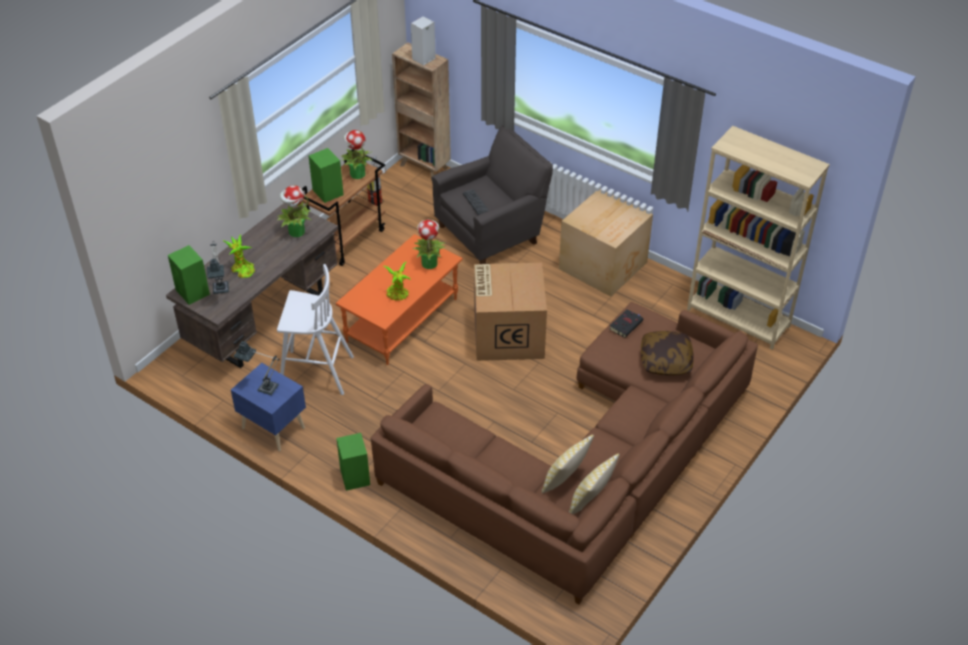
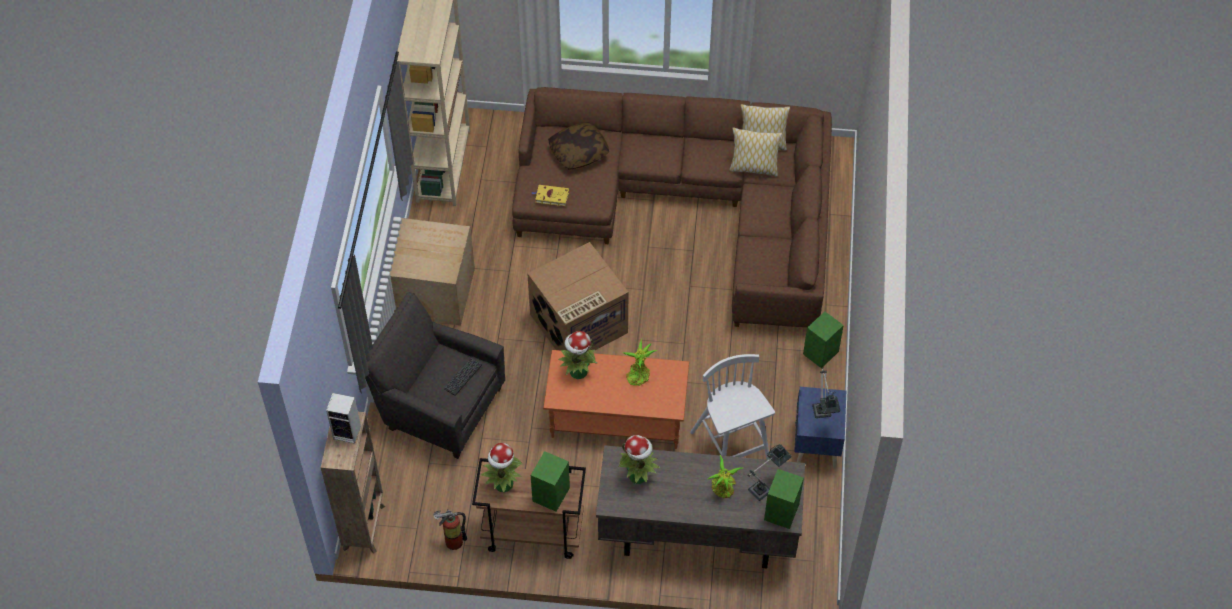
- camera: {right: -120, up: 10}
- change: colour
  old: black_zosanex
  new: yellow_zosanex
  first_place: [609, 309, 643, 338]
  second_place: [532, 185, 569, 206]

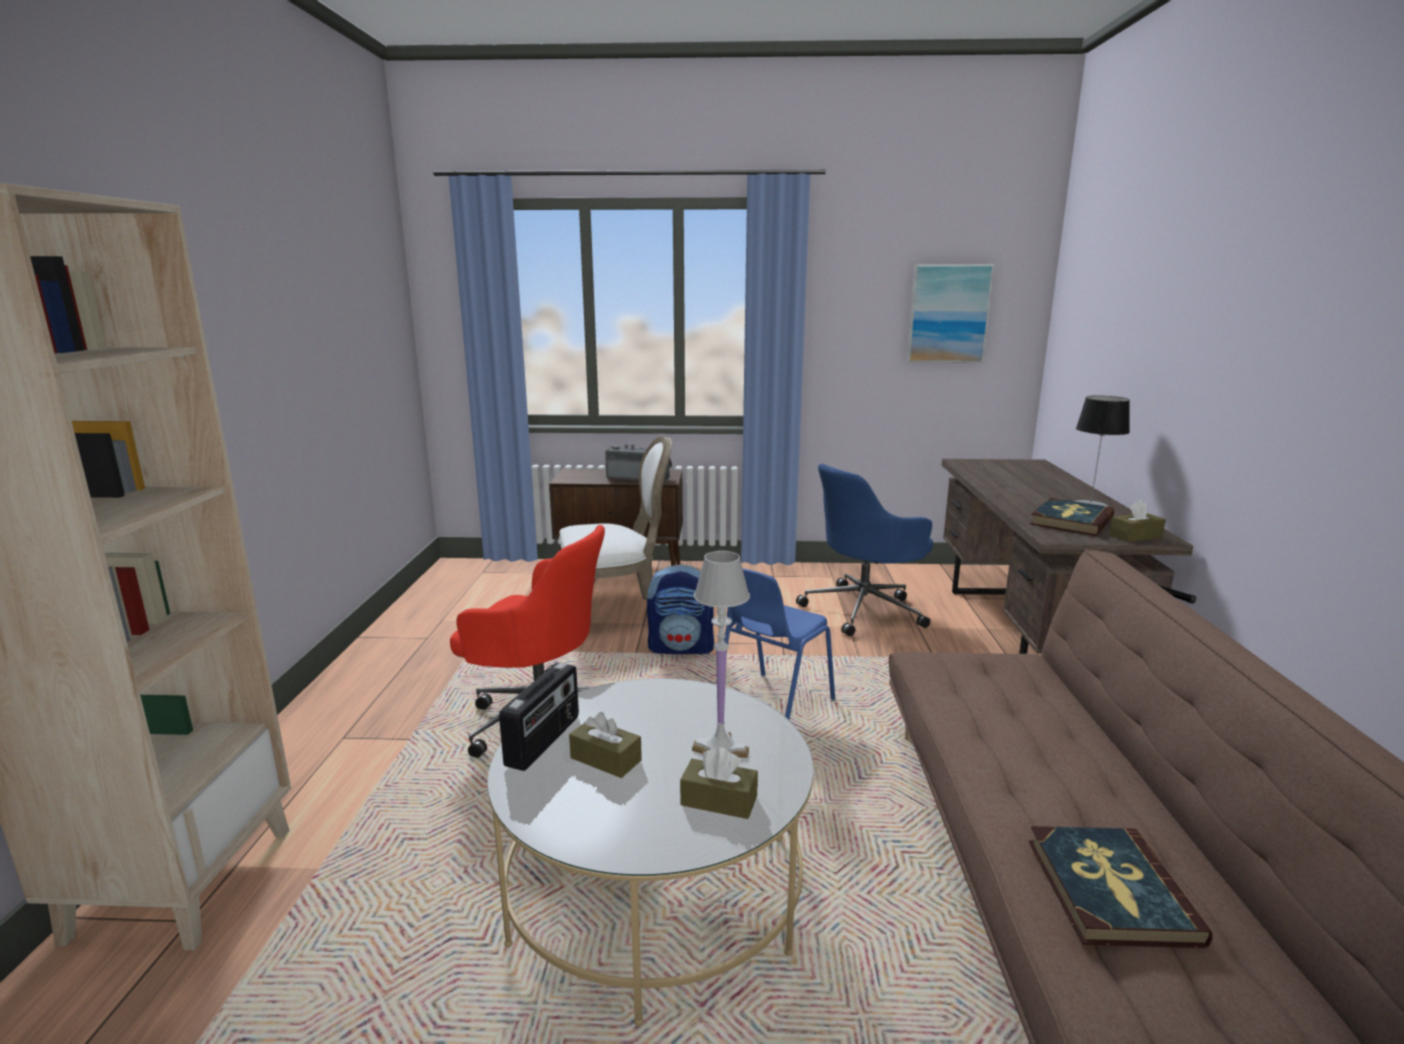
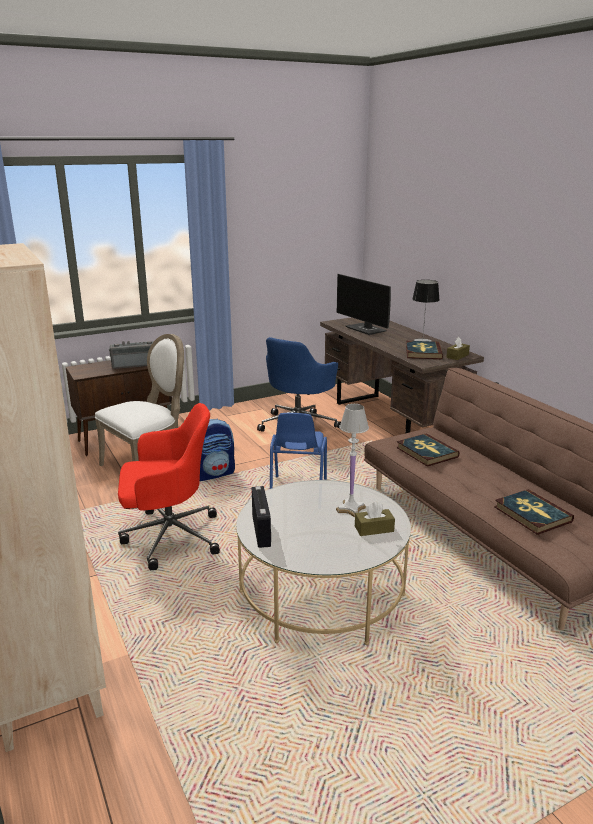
- camera: {right: -30, up: 5}
- change: missing
  old: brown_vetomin
  first_place: [569, 712, 642, 778]
- change: missing
  old: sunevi
  first_place: [907, 264, 994, 362]
- change: appeared
  new: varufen
  second_place: [337, 274, 391, 335]
- change: appeared
  new: zosanex
  second_place: [396, 433, 460, 467]

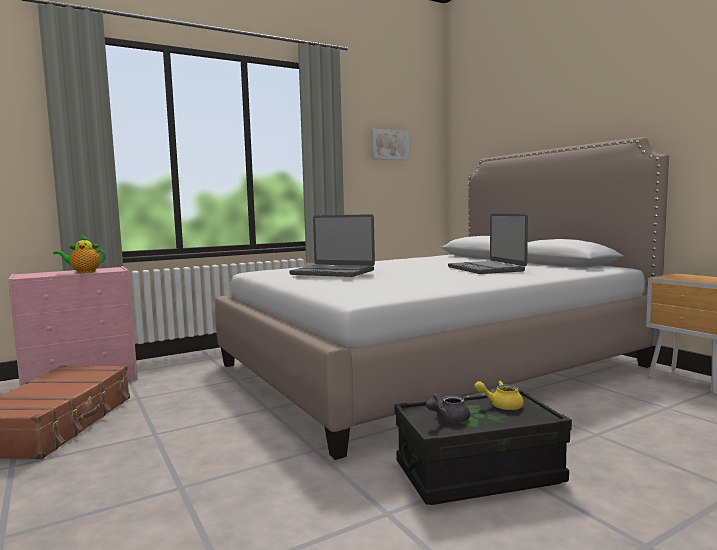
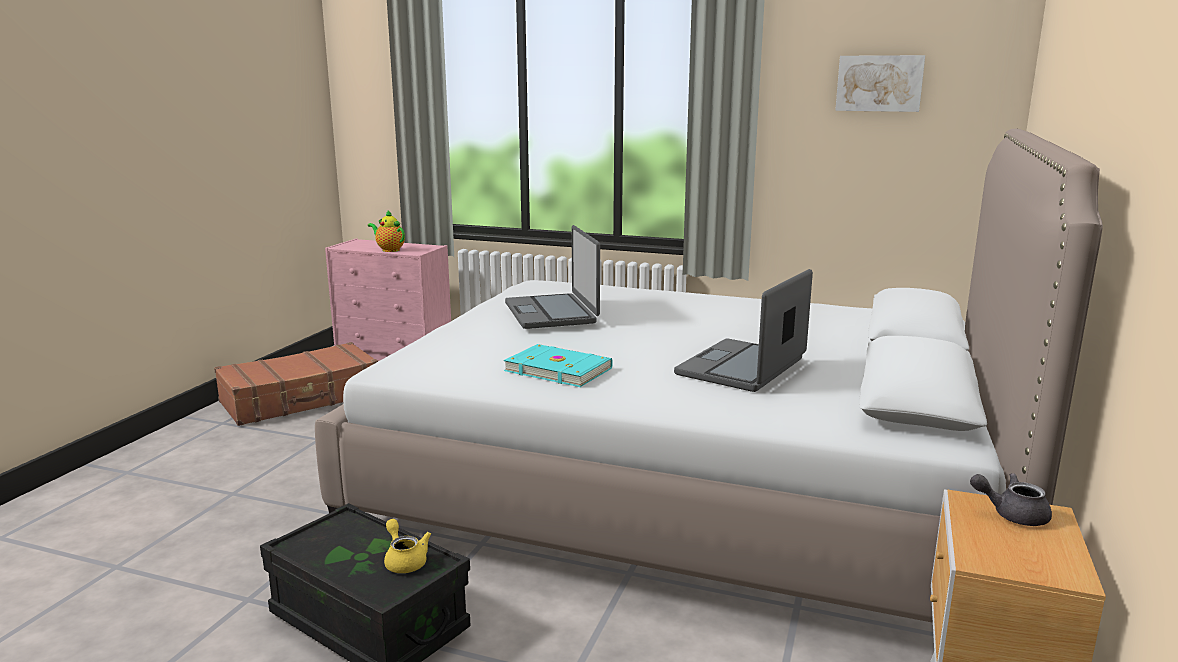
- camera: {right: 50, up: 10}
- change: appeared
  new: turquoise_zosanex
  second_place: [504, 344, 613, 387]
- change: relocated
  old: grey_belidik
  first_place: [426, 394, 470, 423]
  second_place: [970, 473, 1052, 526]

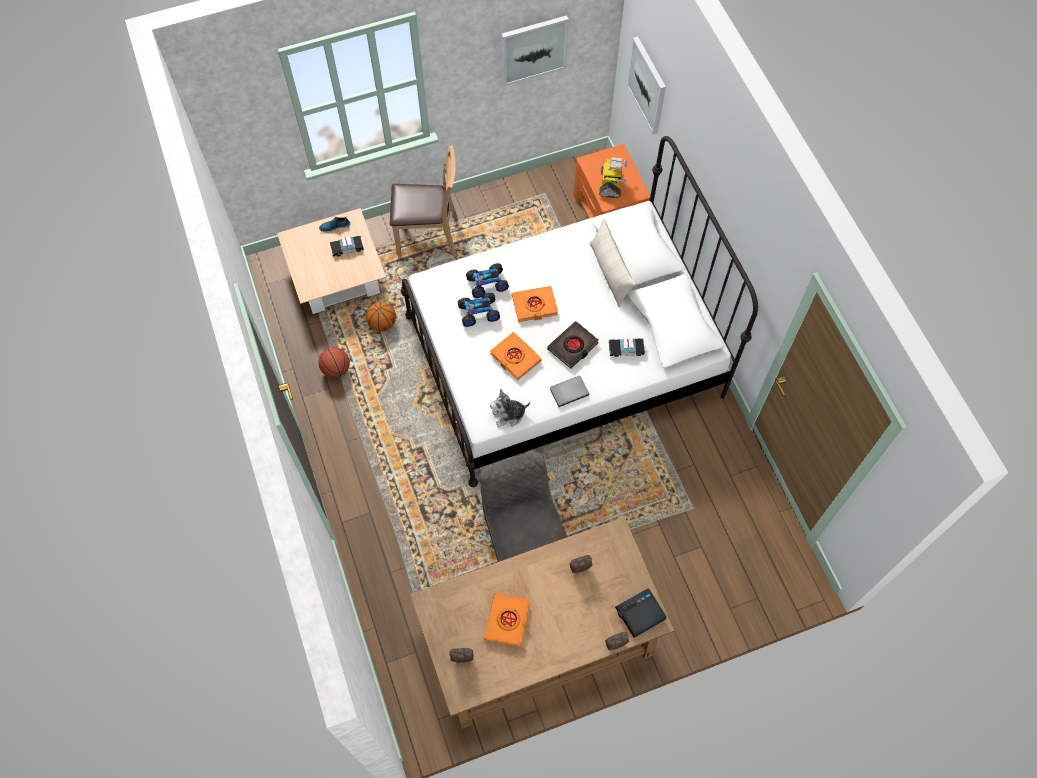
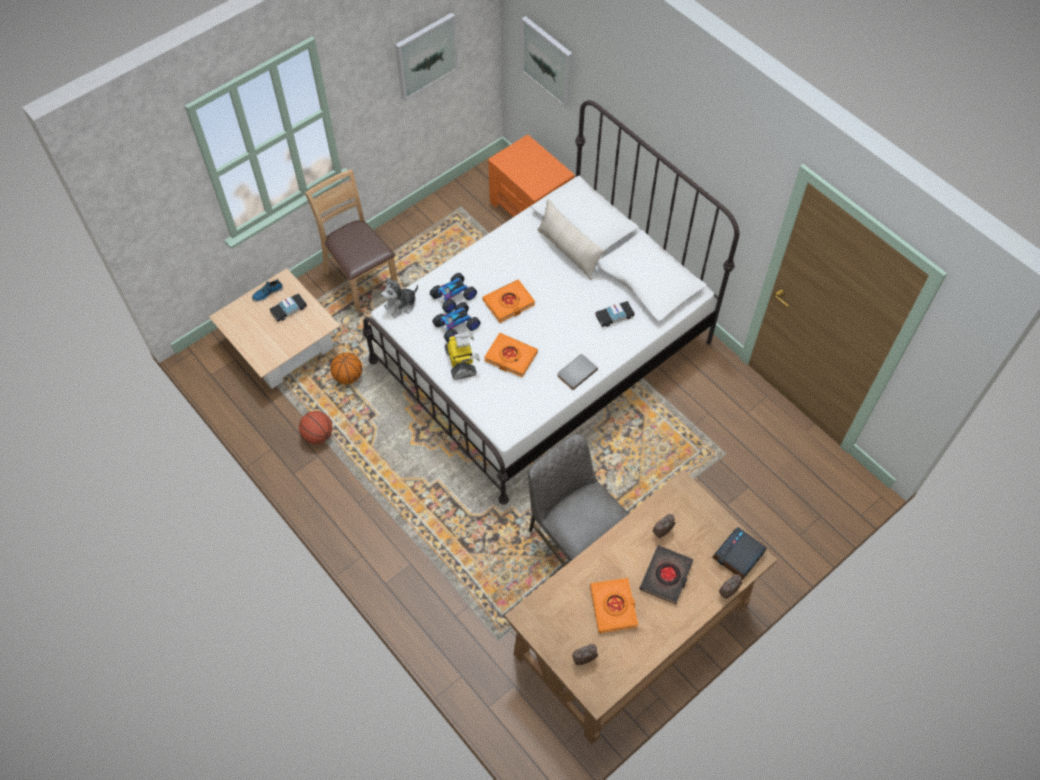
- camera: {right: -20, up: -5}
- change: relocated
  old: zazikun
  first_place: [490, 389, 530, 427]
  second_place: [381, 277, 418, 318]
- change: relocated
  old: black_zosanex
  first_place: [547, 321, 599, 369]
  second_place: [639, 545, 693, 604]
- change: relocated
  old: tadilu
  first_place: [599, 157, 627, 198]
  second_place: [445, 332, 480, 380]
- change: spun
  old: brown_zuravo
  first_place: [390, 146, 458, 257]
  second_place: [305, 169, 398, 312]
  degrees: -105

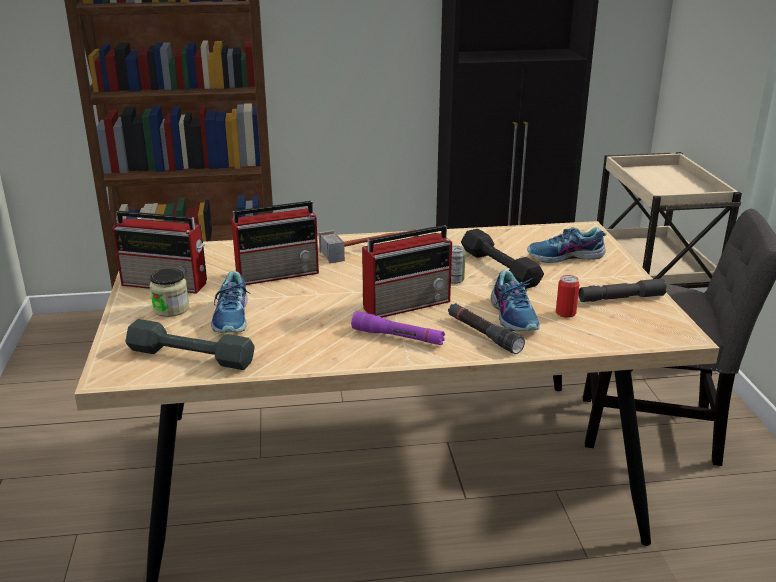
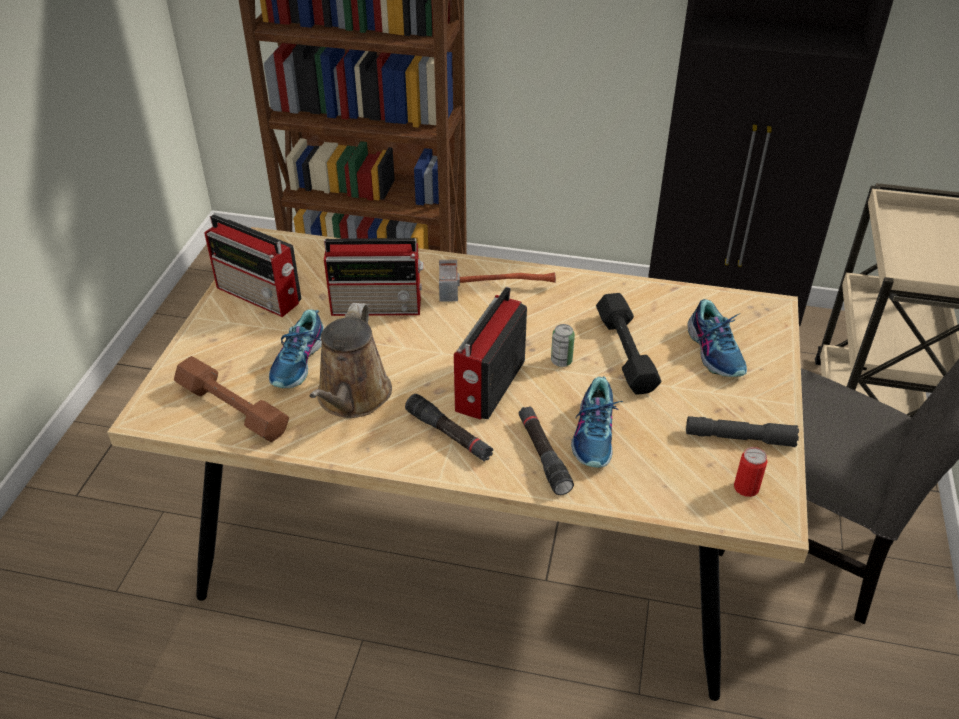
- camera: {right: 20, up: 15}
- change: missing
  old: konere
  first_place: [150, 268, 189, 317]
- change: appeared
  new: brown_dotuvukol
  second_place: [309, 303, 392, 418]
- change: relocated
  old: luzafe
  first_place: [556, 275, 579, 318]
  second_place: [734, 447, 768, 497]
- change: colour
  old: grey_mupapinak
  new: brown_mupapinak
  first_place: [125, 319, 255, 370]
  second_place: [174, 356, 289, 442]
- change: colour
  old: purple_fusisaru
  new: black_fusisaru
  first_place: [351, 312, 445, 345]
  second_place: [405, 394, 493, 461]
- change: spun
  old: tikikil
  first_place: [362, 225, 452, 318]
  second_place: [454, 287, 527, 420]
  degrees: 120
- change: spun
  old: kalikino
  first_place: [527, 227, 607, 263]
  second_place: [687, 299, 747, 377]
  degrees: -120

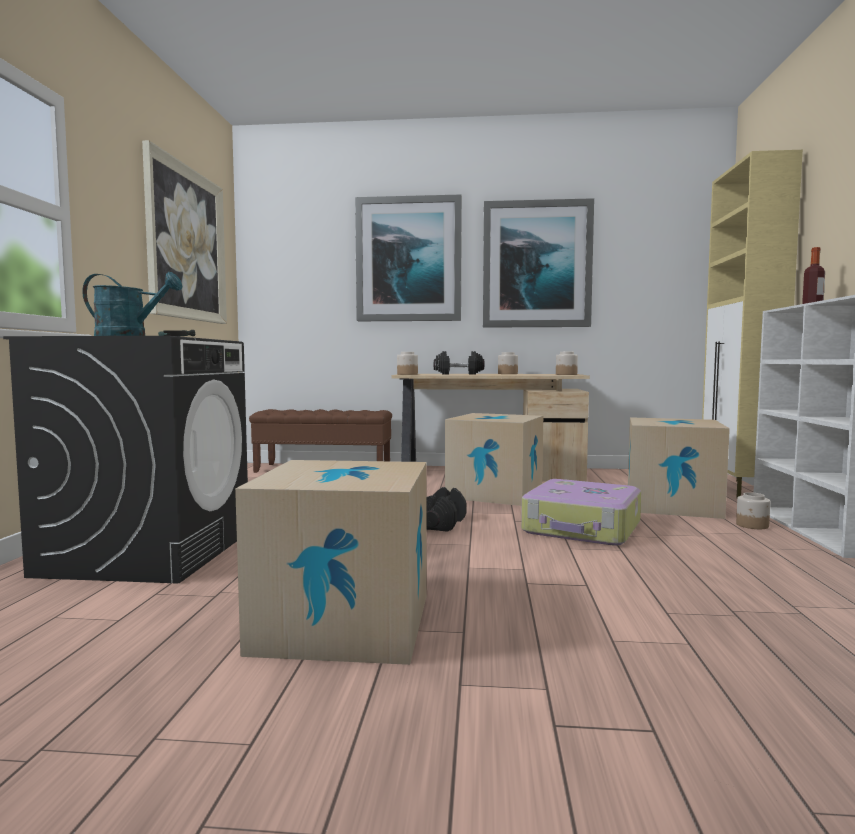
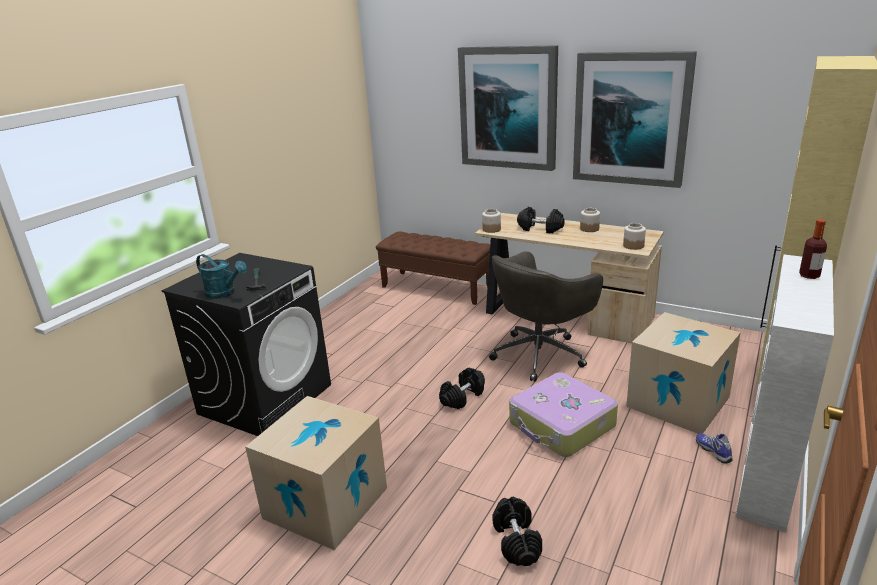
- camera: {right: 25, up: 20}
- change: missing
  old: sunevi
  first_place: [142, 140, 227, 324]
- change: appeared
  new: black_mupapinak
  second_place: [492, 497, 542, 566]
- change: exchanged
  old: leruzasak
  new: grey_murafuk
  first_place: [445, 413, 543, 506]
  second_place: [489, 252, 603, 382]
- change: exchanged
  old: konere
  new: kalikino
  first_place: [736, 492, 770, 529]
  second_place: [696, 433, 732, 464]

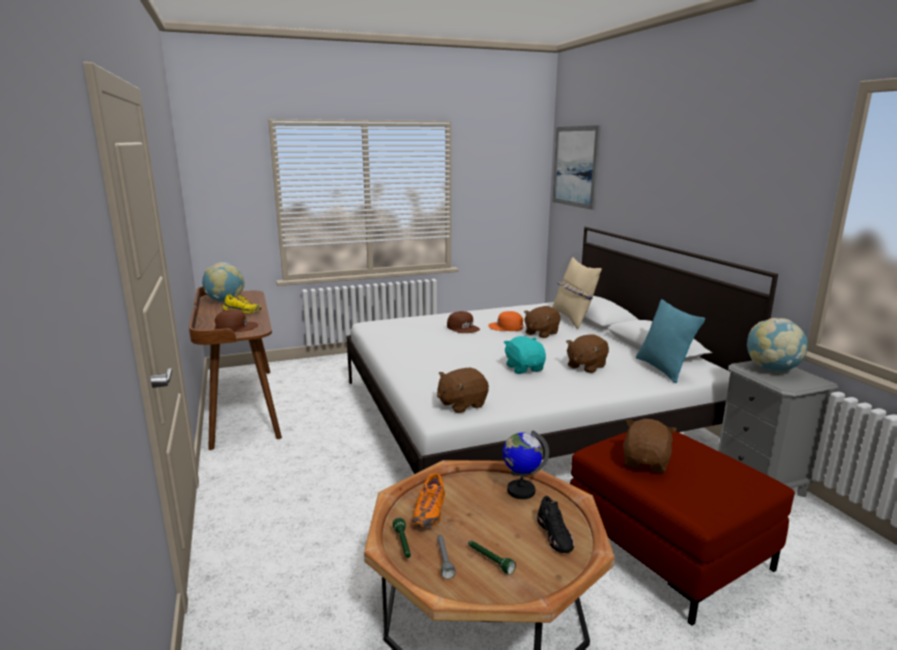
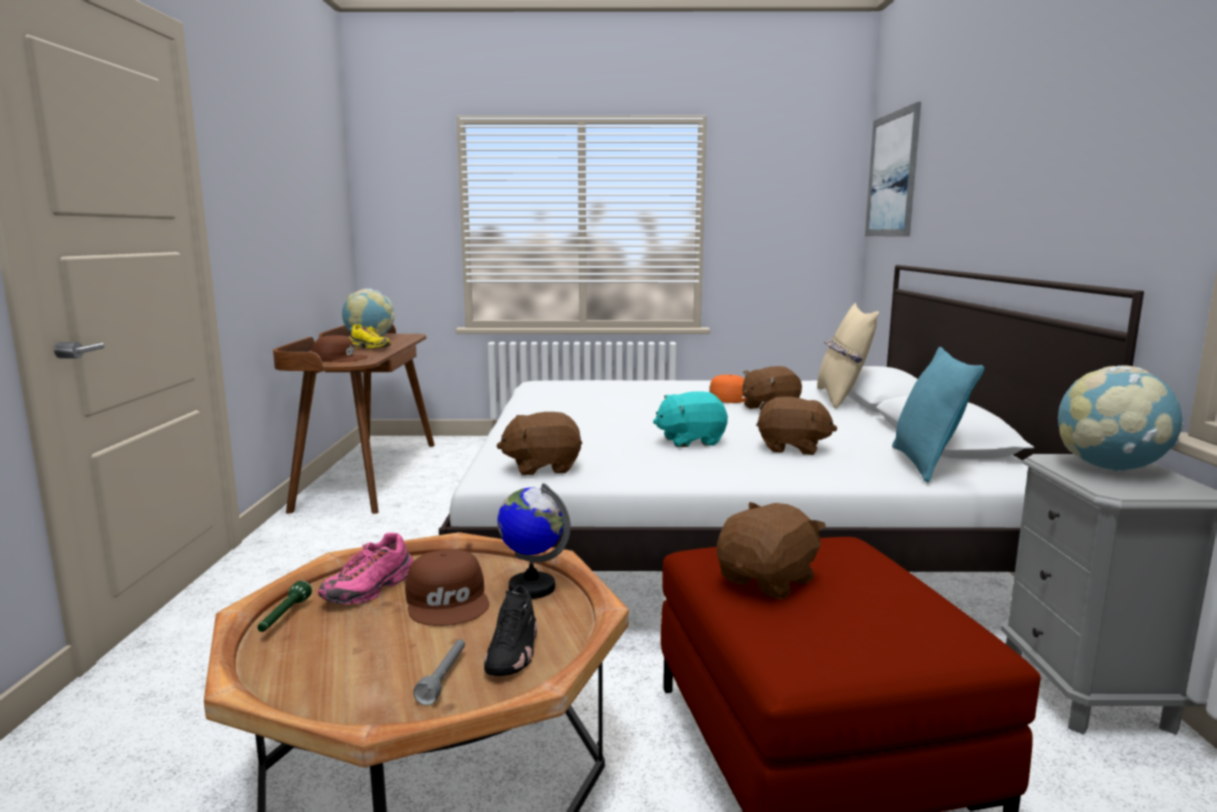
- camera: {right: 20, up: -5}
- change: missing
  old: green_fusisaru
  first_place: [468, 540, 516, 575]
- change: relocated
  old: grey_fusisaru
  first_place: [437, 535, 456, 579]
  second_place: [413, 639, 465, 705]
- change: relocated
  old: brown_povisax
  first_place: [447, 311, 480, 333]
  second_place: [405, 549, 489, 626]
- change: colour
  old: orange_kalikino
  new: pink_kalikino
  first_place: [412, 473, 445, 528]
  second_place: [318, 533, 414, 605]
- change: spun
  old: turquoise_zazikun
  first_place: [503, 336, 546, 374]
  second_place: [653, 391, 728, 447]
  degrees: -105
- change: spun
  old: brown_zazikun
  first_place: [566, 334, 609, 373]
  second_place: [756, 397, 837, 455]
  degrees: -135

